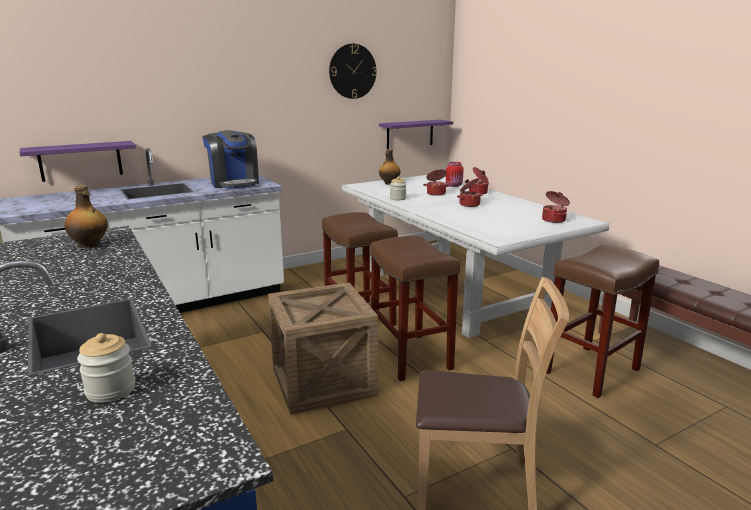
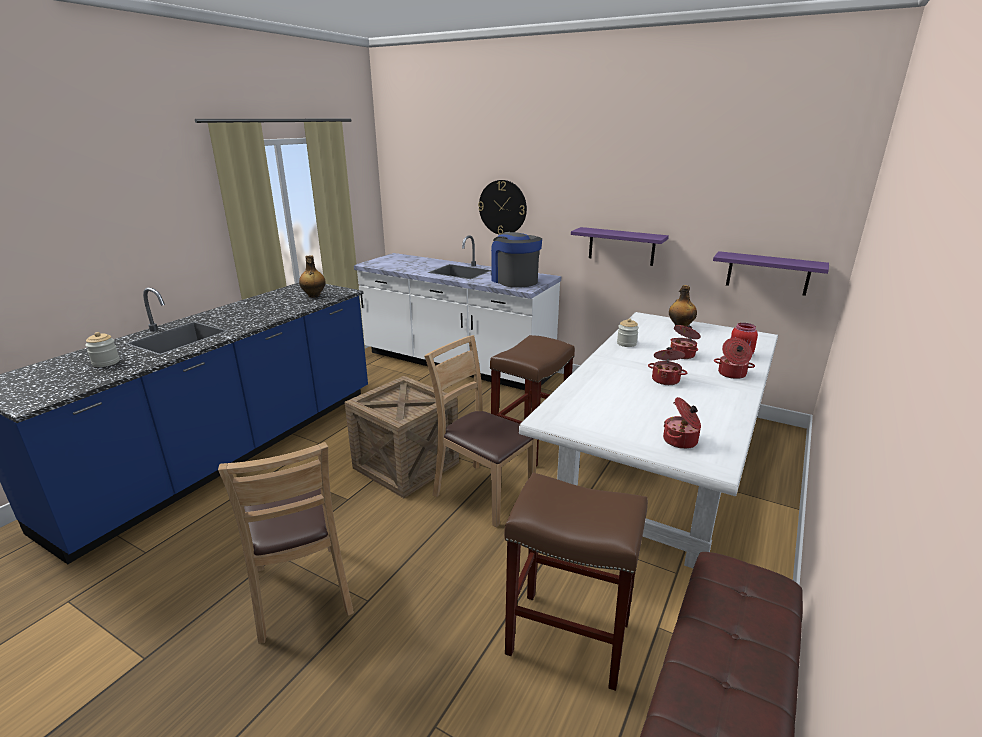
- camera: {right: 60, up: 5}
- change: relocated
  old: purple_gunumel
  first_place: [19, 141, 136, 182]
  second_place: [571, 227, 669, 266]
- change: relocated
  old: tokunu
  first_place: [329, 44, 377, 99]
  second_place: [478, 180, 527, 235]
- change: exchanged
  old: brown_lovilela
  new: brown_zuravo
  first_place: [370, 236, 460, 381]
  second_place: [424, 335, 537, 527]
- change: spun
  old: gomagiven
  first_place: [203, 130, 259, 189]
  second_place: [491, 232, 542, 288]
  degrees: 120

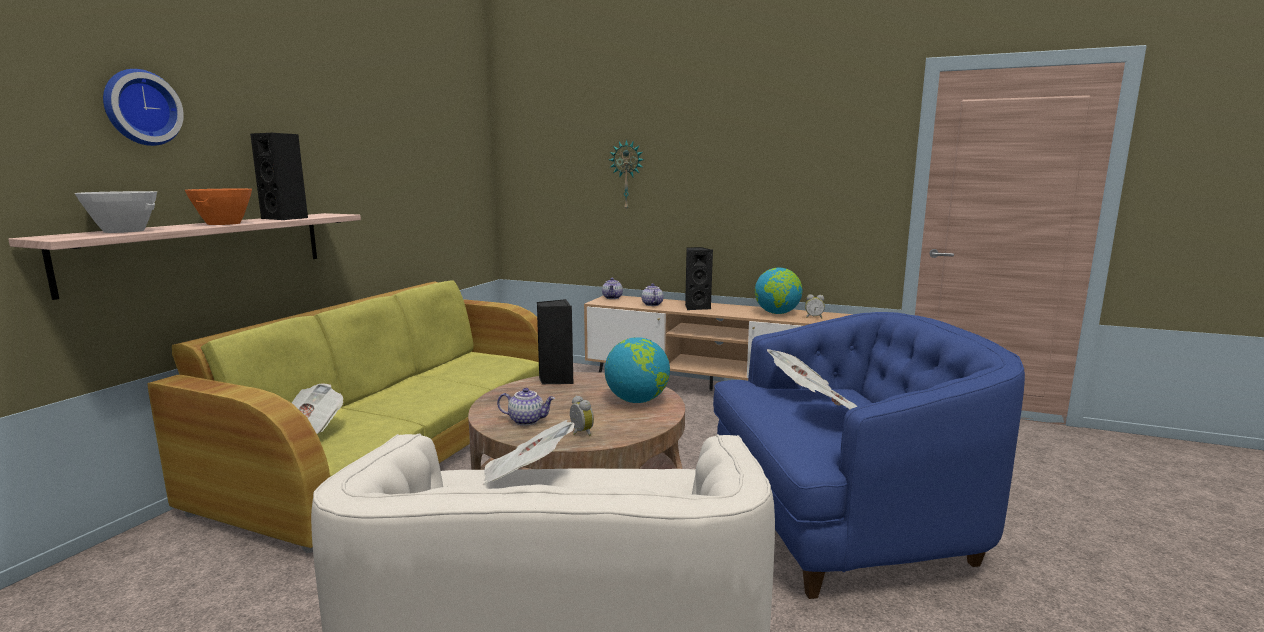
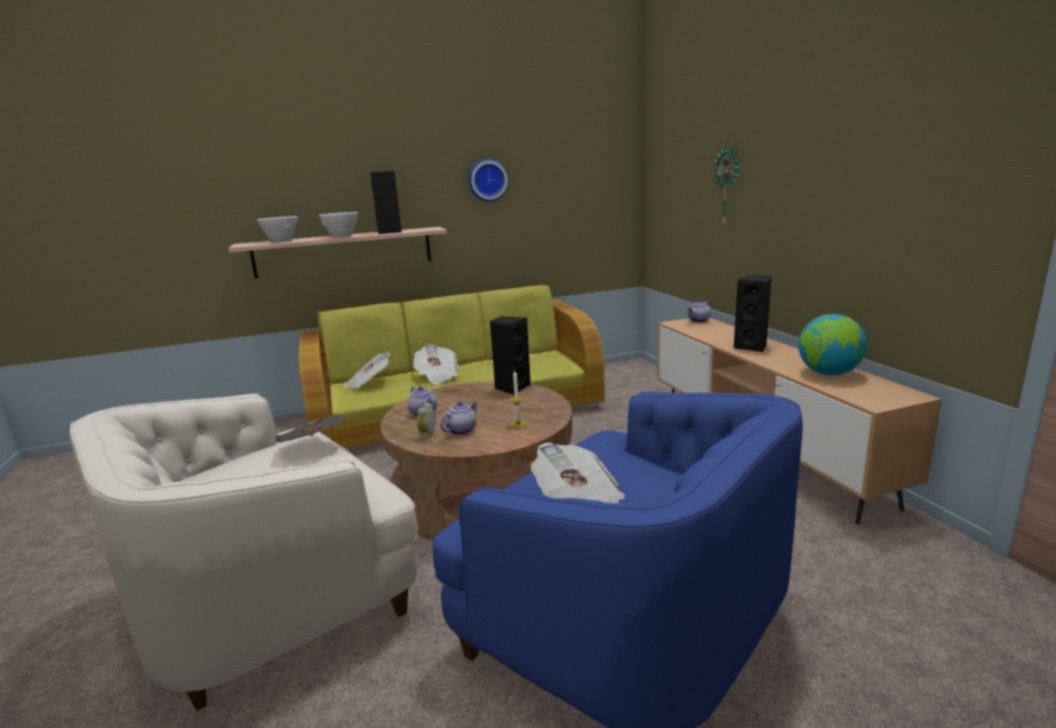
- camera: {right: 50, up: 5}
- change: missing
  old: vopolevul
  first_place: [805, 294, 825, 318]
- change: relocated
  old: tokunu
  first_place: [103, 69, 184, 146]
  second_place: [469, 159, 509, 202]
- change: relocated
  old: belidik
  first_place: [642, 283, 663, 306]
  second_place: [440, 401, 479, 435]
- change: relocated
  old: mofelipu
  first_place: [767, 349, 832, 398]
  second_place: [413, 345, 458, 384]
- change: exchanged
  old: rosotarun
  new: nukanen
  first_place: [605, 337, 670, 403]
  second_place: [509, 371, 527, 428]
- change: colour
  old: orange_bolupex
  new: white_bolupex
  first_place: [185, 189, 252, 225]
  second_place: [319, 212, 358, 238]

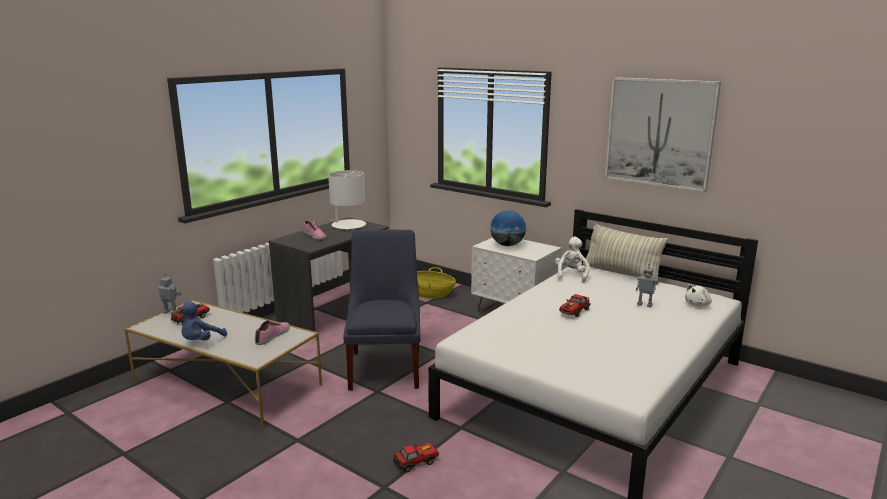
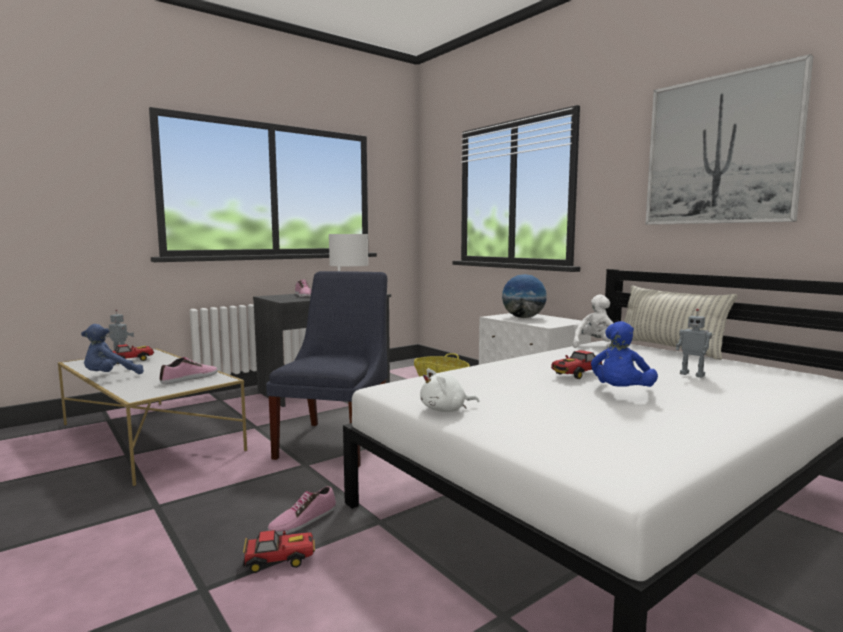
- camera: {right: 15, up: -10}
- change: appeared
  new: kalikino
  second_place: [268, 486, 336, 535]
- change: appeared
  new: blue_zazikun
  second_place: [591, 321, 658, 387]
- change: relocated
  old: white_zazikun
  first_place: [685, 284, 712, 306]
  second_place: [420, 368, 479, 412]

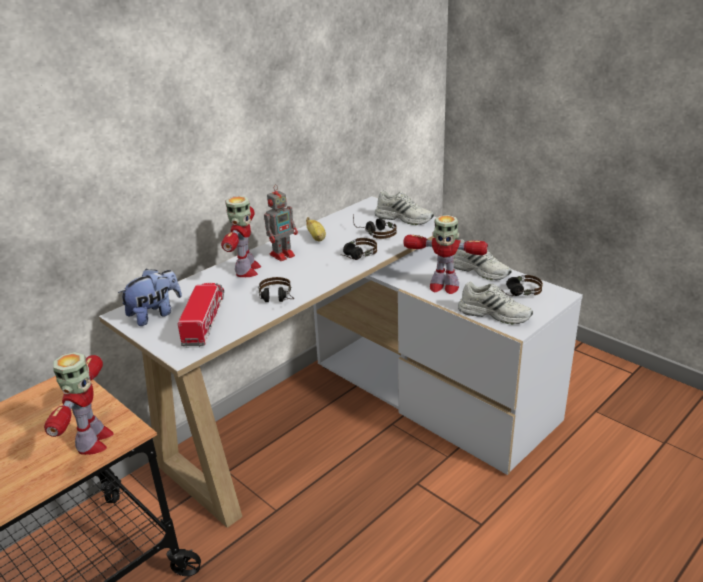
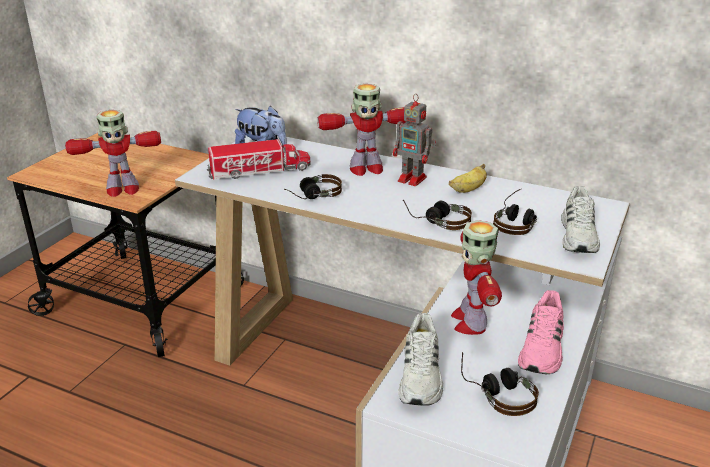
- camera: {right: 70, up: 0}
- change: colour
  old: white_kalikino
  new: pink_kalikino
  first_place: [453, 239, 511, 280]
  second_place: [518, 290, 564, 374]

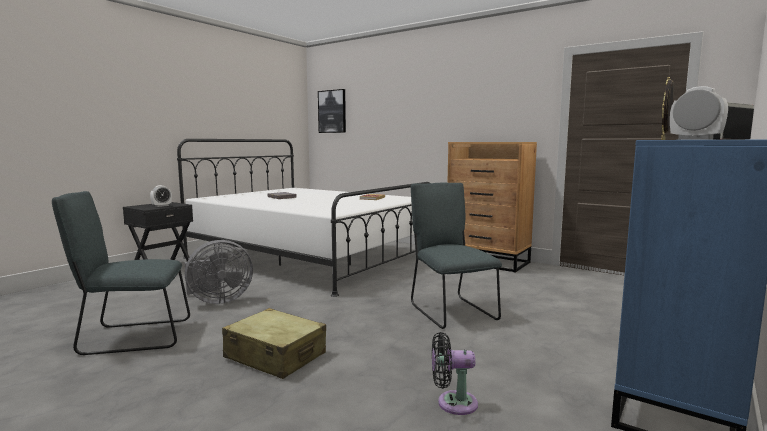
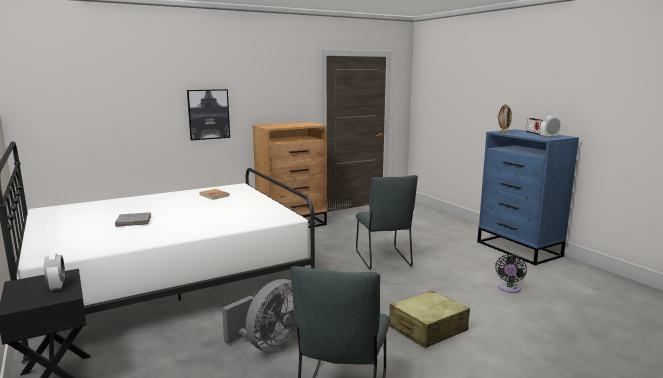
- camera: {right: -65, up: 5}
- change: relocated
  old: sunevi
  first_place: [318, 89, 346, 133]
  second_place: [187, 89, 230, 140]
- change: spun
  old: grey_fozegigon
  first_place: [185, 240, 253, 304]
  second_place: [222, 279, 297, 352]
  degrees: 45
- change: spun
  old: grey_zuravo
  first_place: [411, 183, 502, 329]
  second_place: [356, 175, 418, 270]
  degrees: -105

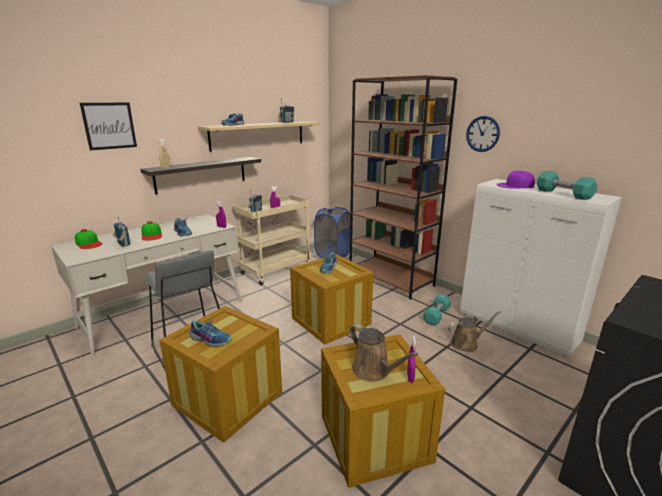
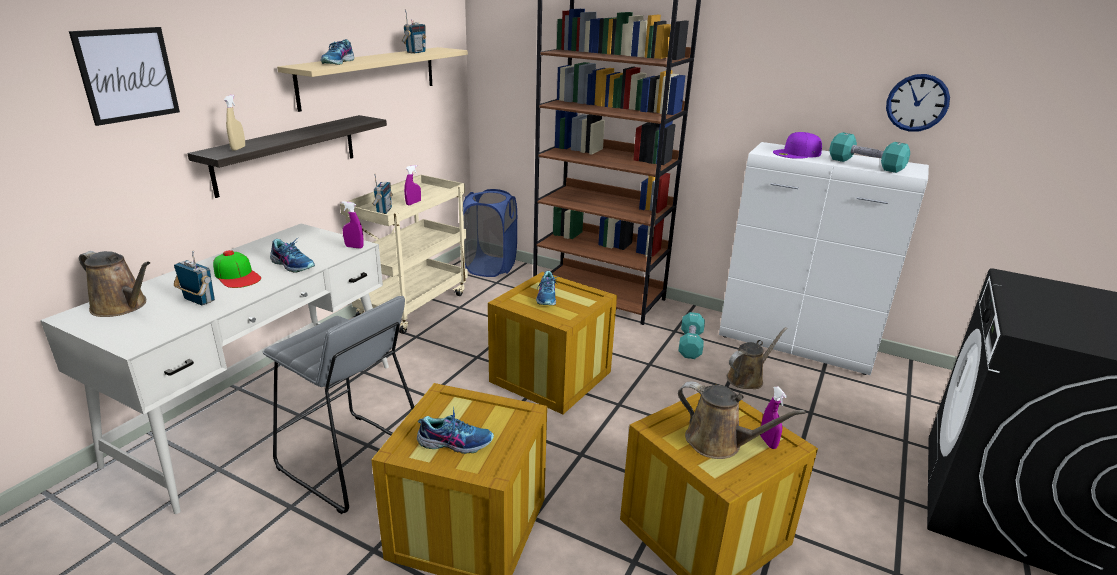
- camera: {right: -20, up: 5}
- change: relocated
  old: tokunu
  first_place: [466, 116, 500, 152]
  second_place: [886, 74, 950, 132]
- change: exchanged
  old: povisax
  new: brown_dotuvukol
  first_place: [75, 229, 103, 249]
  second_place: [79, 251, 150, 317]

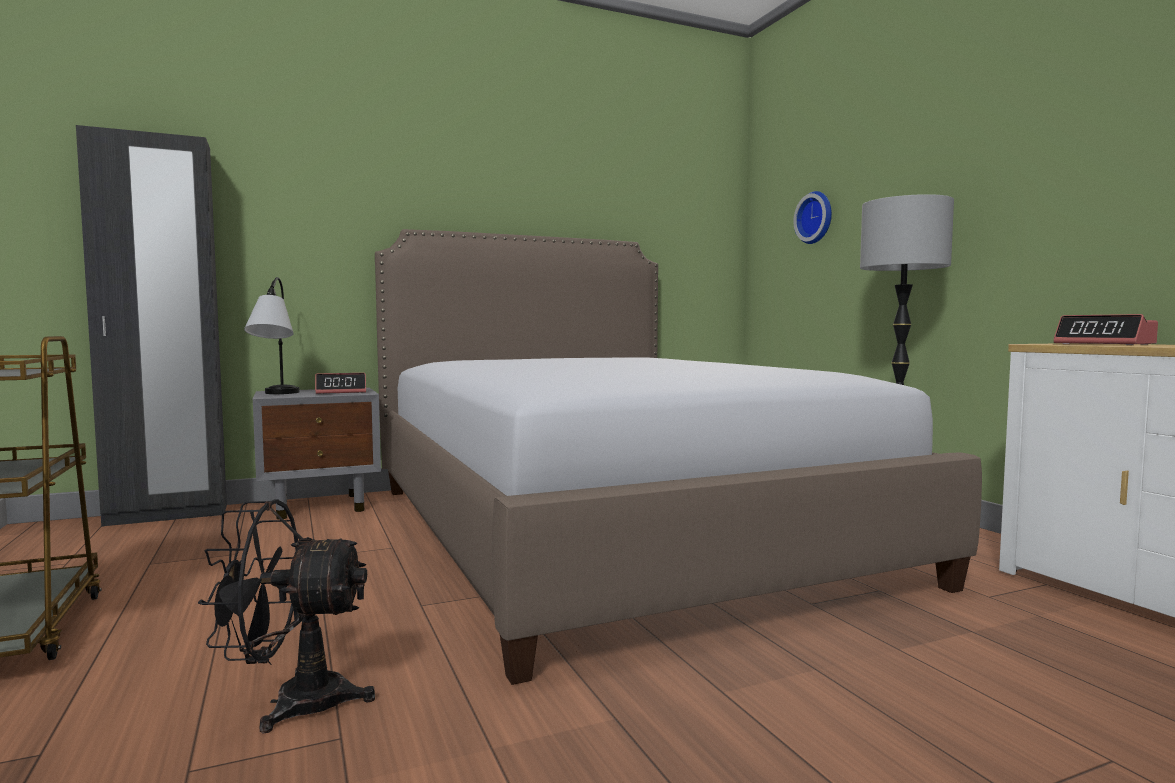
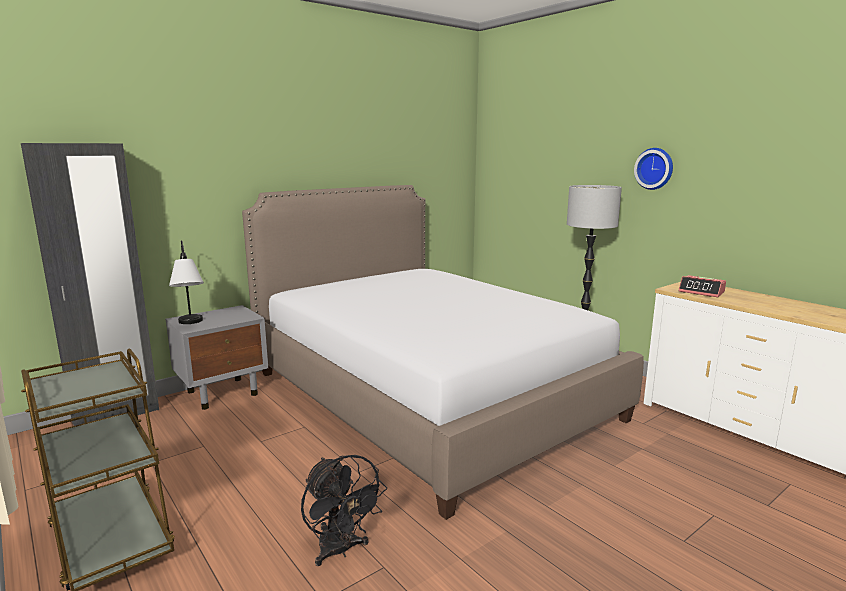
- camera: {right: -15, up: 10}
- change: missing
  old: vopolevul
  first_place: [315, 373, 366, 394]
- change: relocated
  old: tokunu
  first_place: [793, 191, 832, 244]
  second_place: [634, 148, 673, 190]
- change: spun
  old: black_fozegigon
  first_place: [198, 499, 375, 734]
  second_place: [301, 455, 387, 566]
  degrees: -105

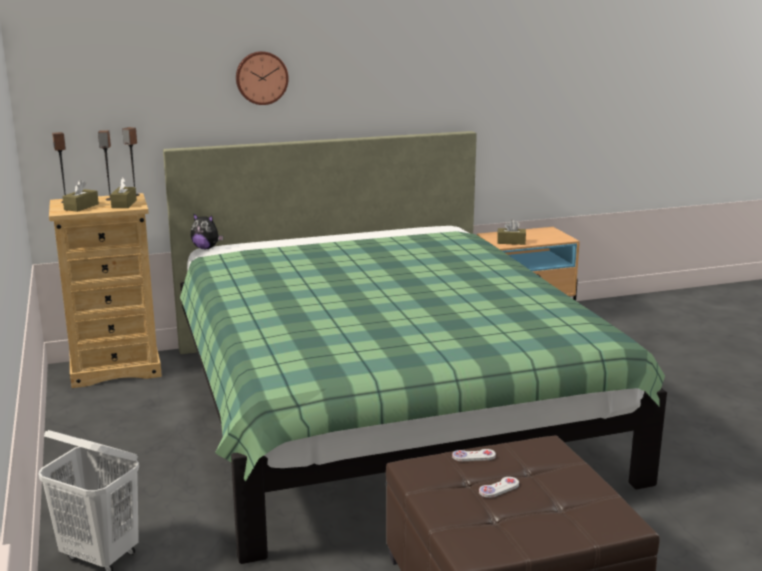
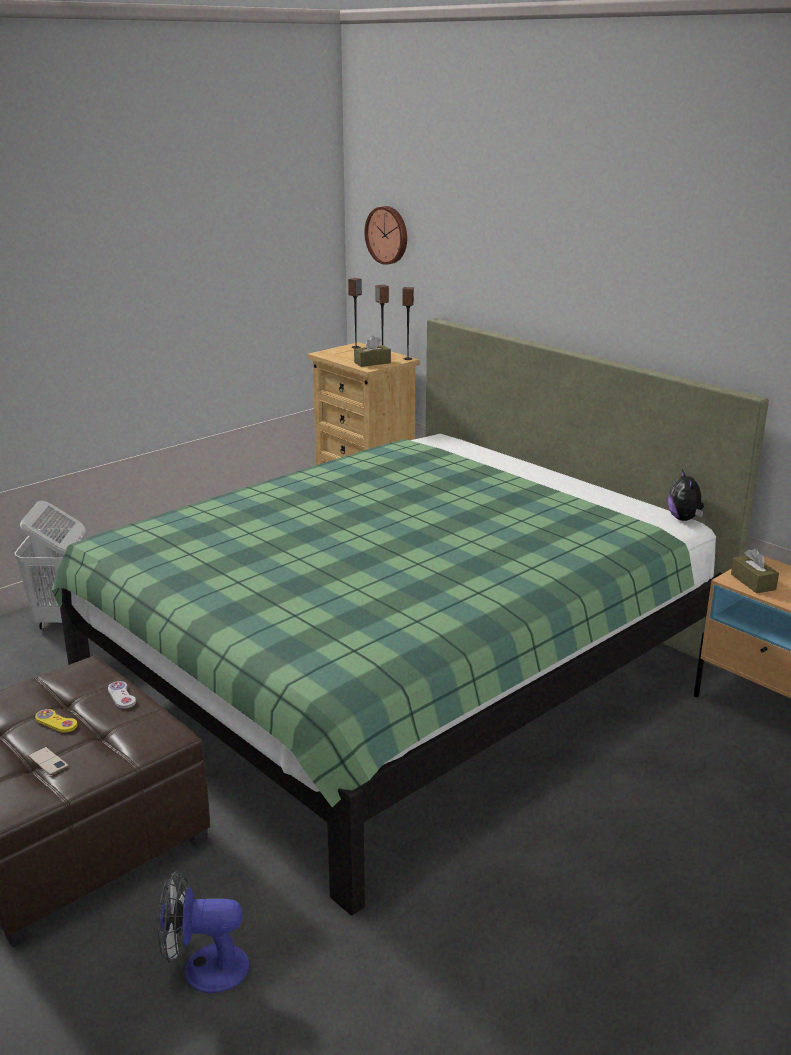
- camera: {right: 65, up: 5}
- change: missing
  old: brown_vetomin
  first_place: [62, 180, 99, 212]
- change: appeared
  new: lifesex
  second_place: [28, 747, 69, 775]
- change: appeared
  new: fozegigon
  second_place: [158, 871, 249, 993]
- change: relocated
  old: zazikun
  first_place: [191, 213, 223, 249]
  second_place: [668, 469, 704, 521]
- change: relocated
  old: tokunu
  first_place: [236, 51, 289, 105]
  second_place: [364, 206, 407, 265]
- change: colour
  old: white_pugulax
  new: yellow_pugulax
  first_place: [479, 477, 519, 498]
  second_place: [35, 709, 77, 733]

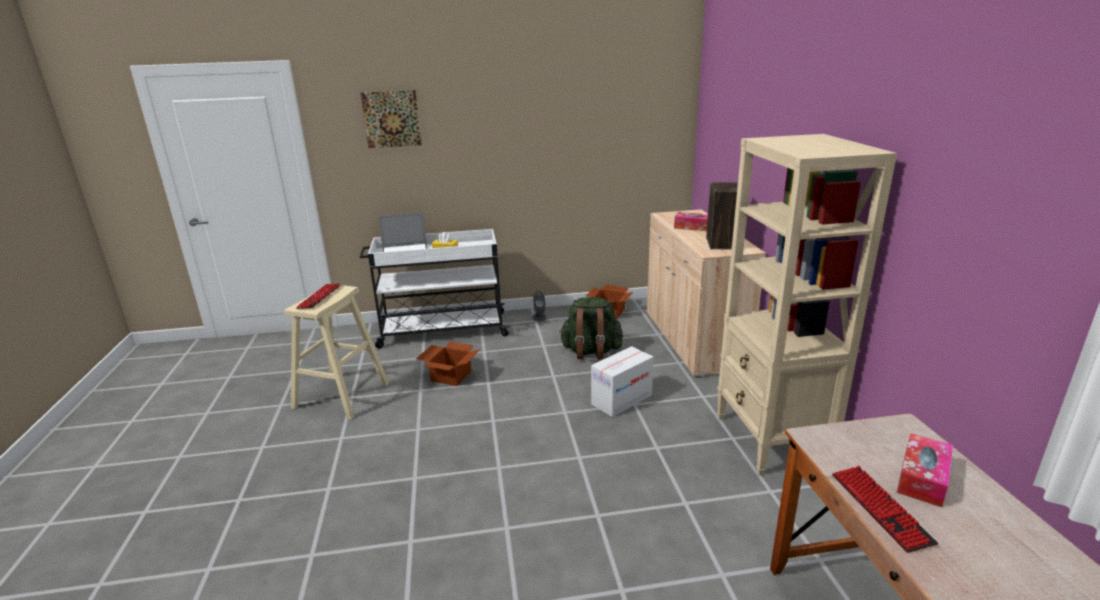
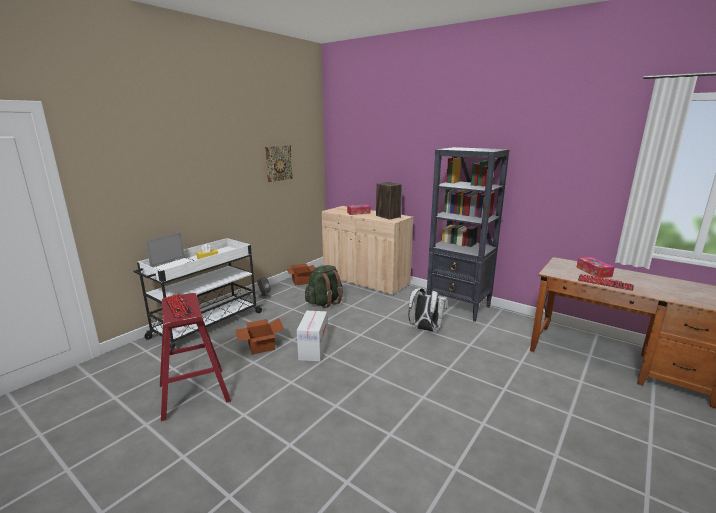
- camera: {right: -45, up: -5}
- change: appeared
  new: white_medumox
  second_place: [408, 288, 447, 332]
- change: relocated
  old: sunevi
  first_place: [361, 90, 422, 148]
  second_place: [265, 145, 293, 182]
- change: relocated
  old: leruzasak
  first_place: [591, 346, 654, 417]
  second_place: [297, 311, 328, 362]
- change: colour
  old: beige_lovilela
  new: red_lovilela
  first_place: [284, 285, 389, 419]
  second_place: [160, 293, 231, 421]
- change: colour
  old: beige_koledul
  new: black_koledul
  first_place: [717, 134, 897, 475]
  second_place: [427, 147, 510, 322]

